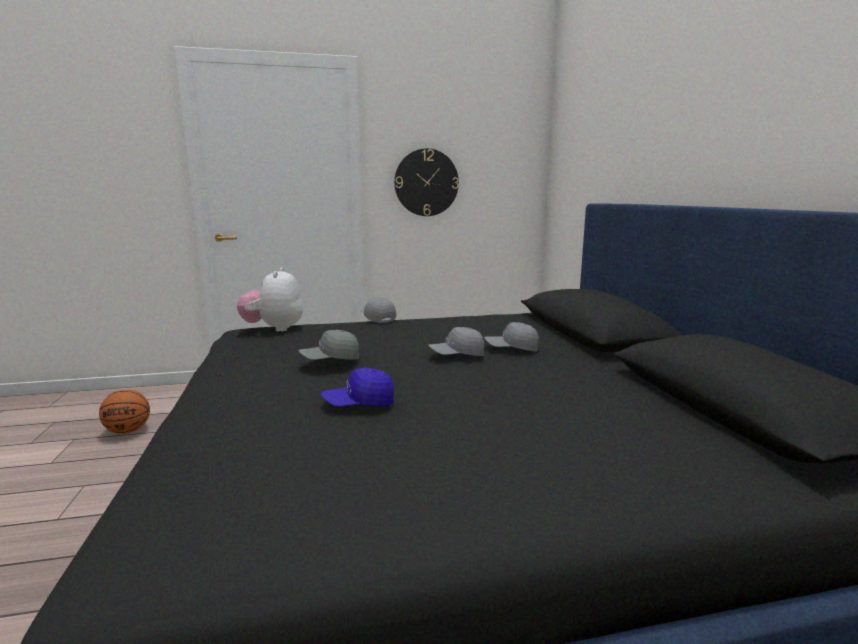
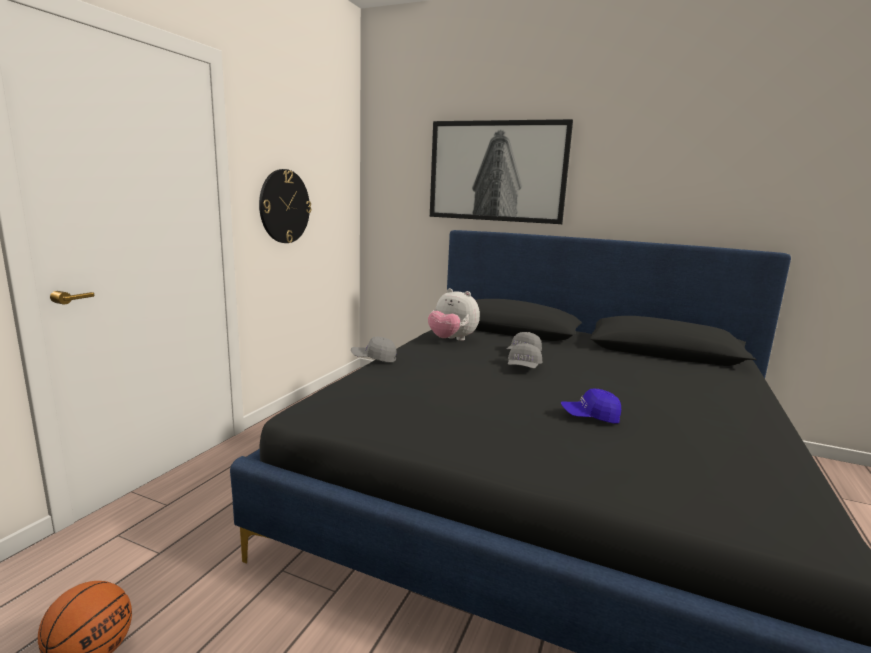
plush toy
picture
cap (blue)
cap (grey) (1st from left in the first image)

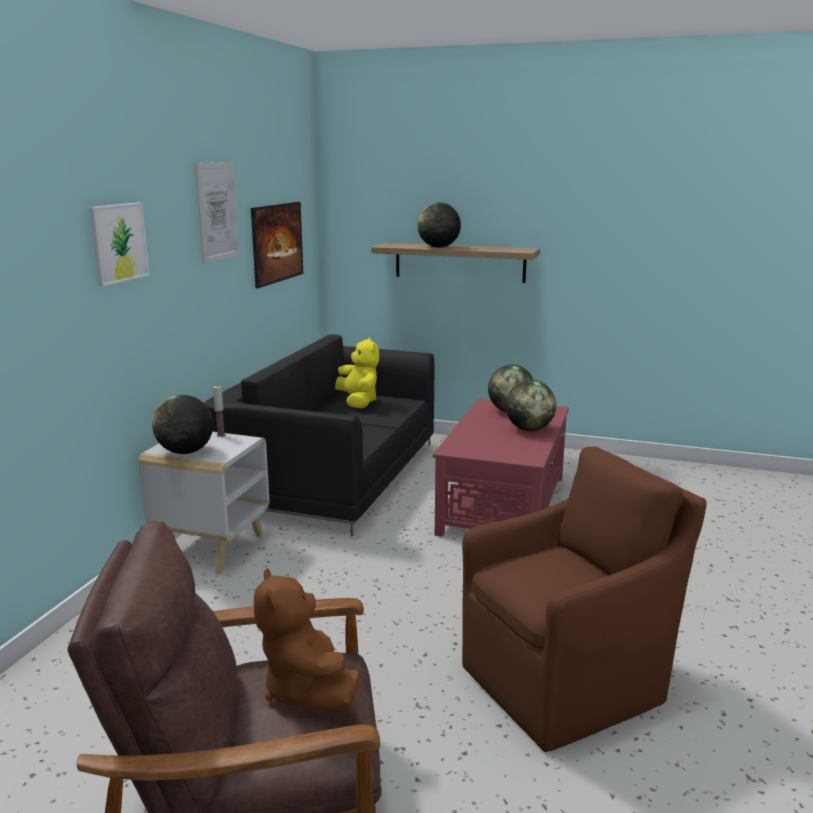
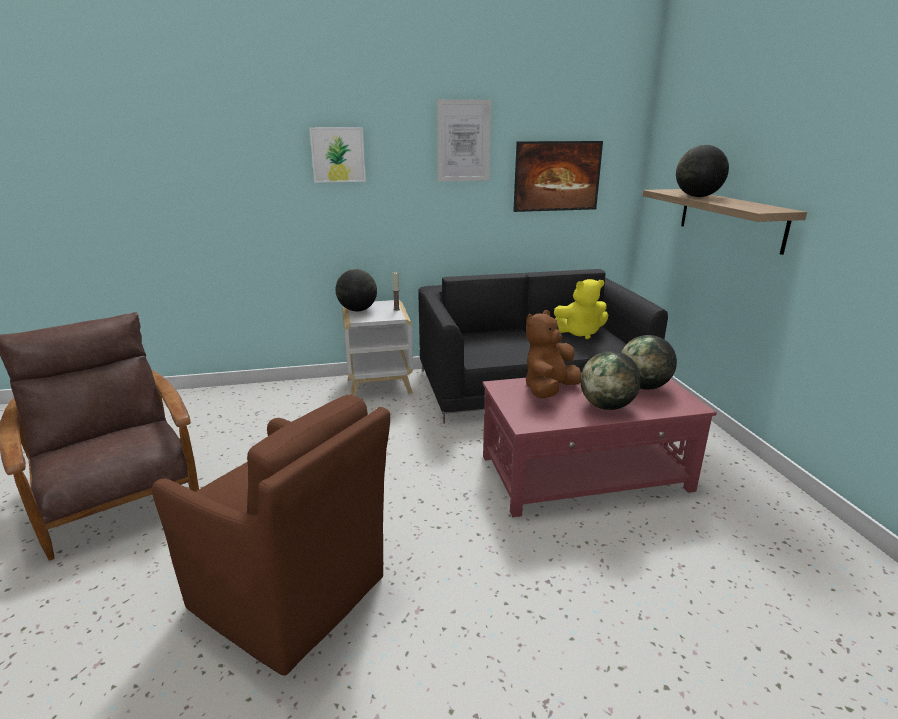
plush toy (brown)
plush toy (yellow)

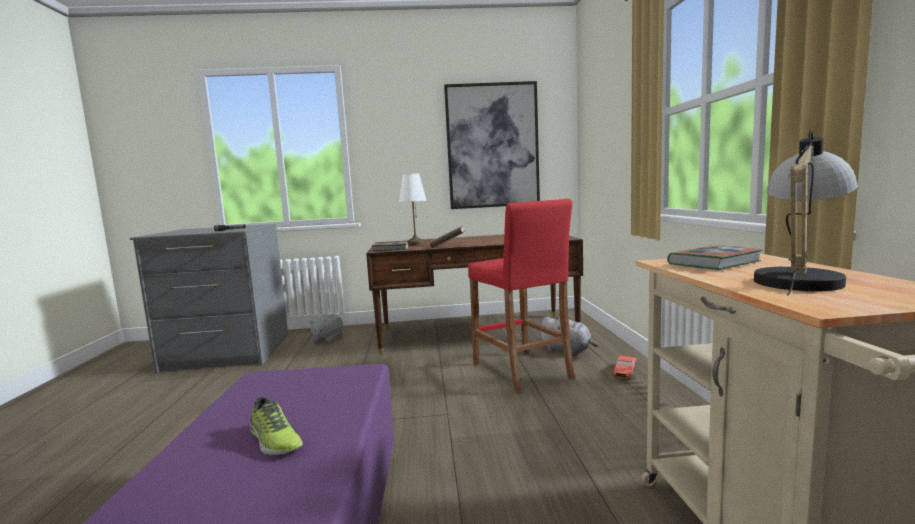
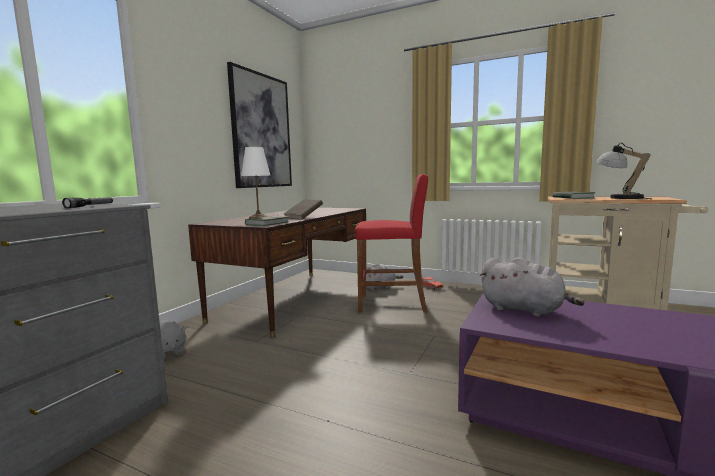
plush toy (grey) (3rd from left)
shoe

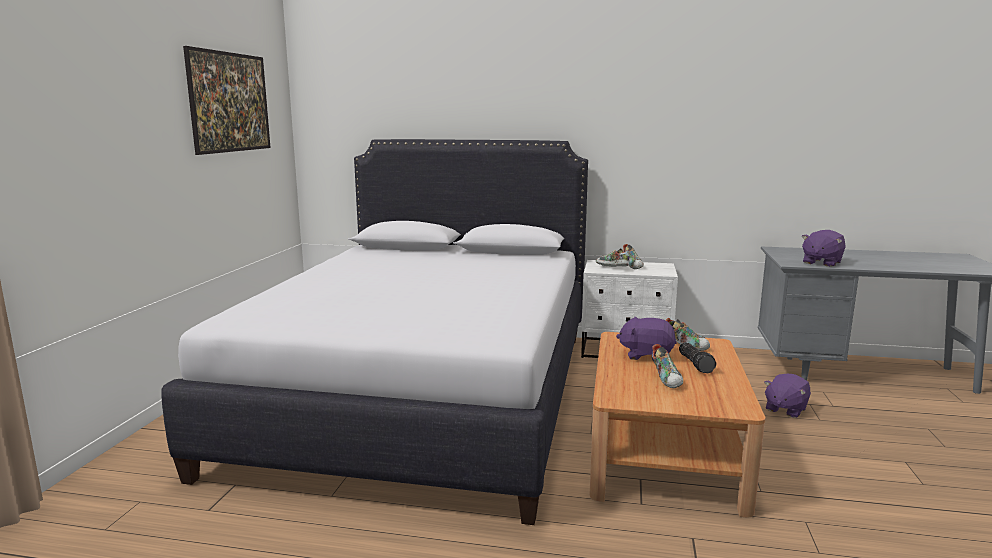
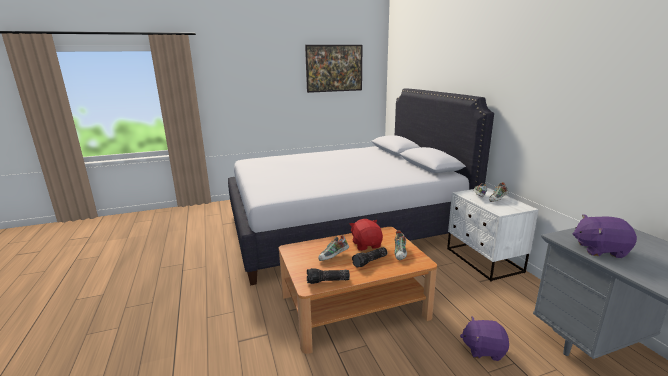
flashlight (1st from left)
plush toy (red)

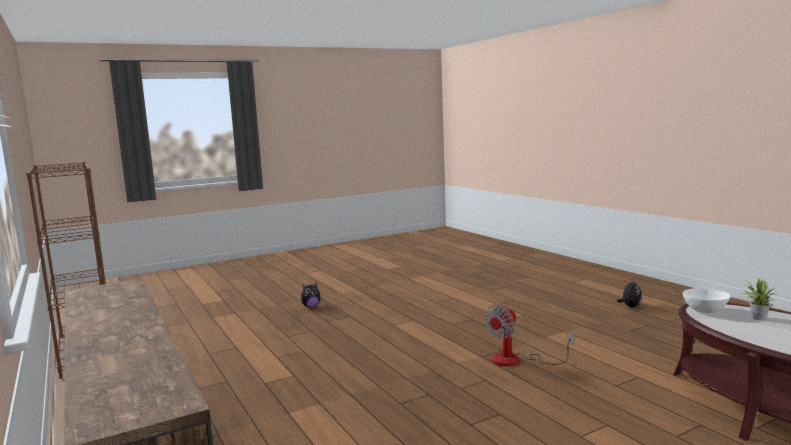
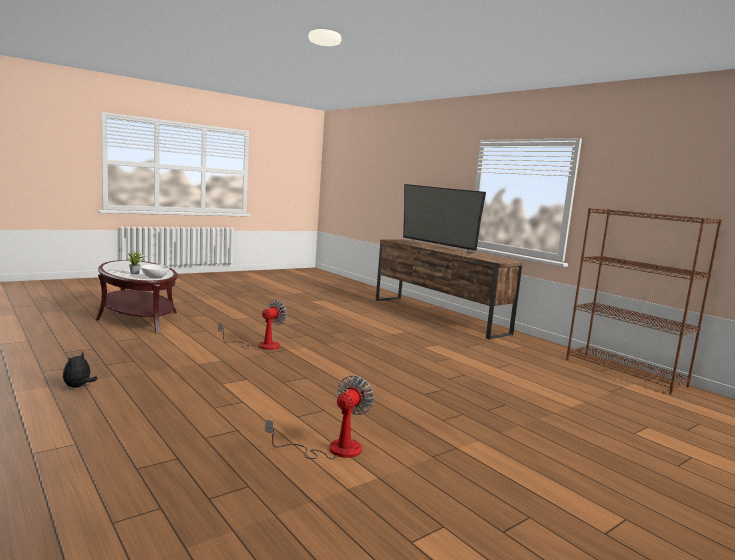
fan (2nd from left)
television
plush toy (1st from left in the first image)

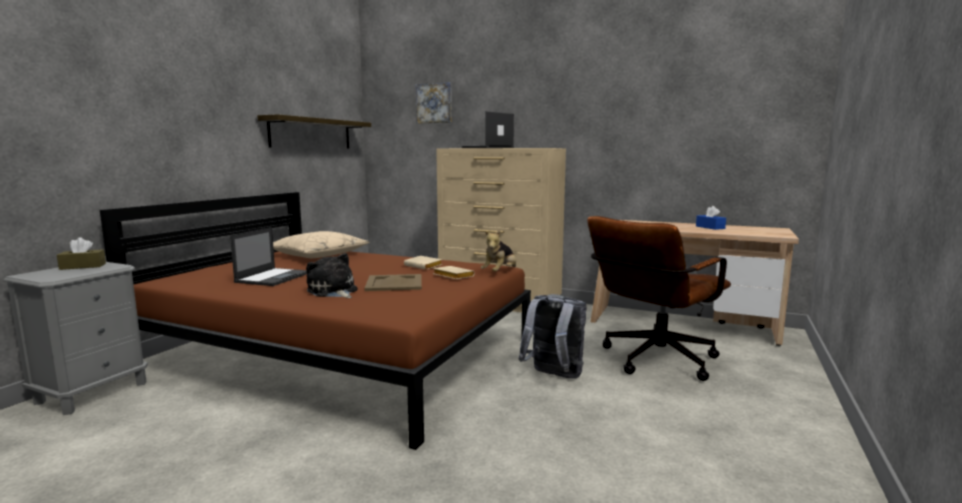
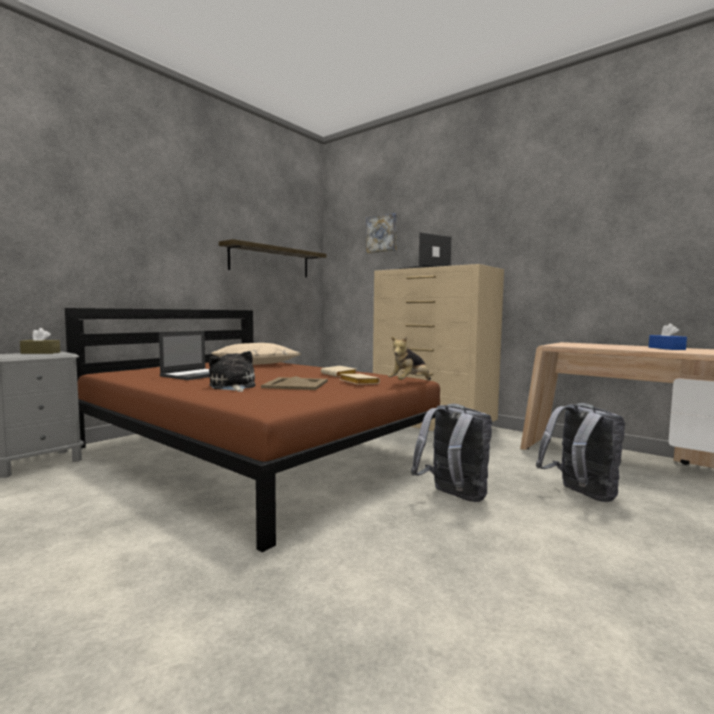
backpack (grey) (2nd from left)

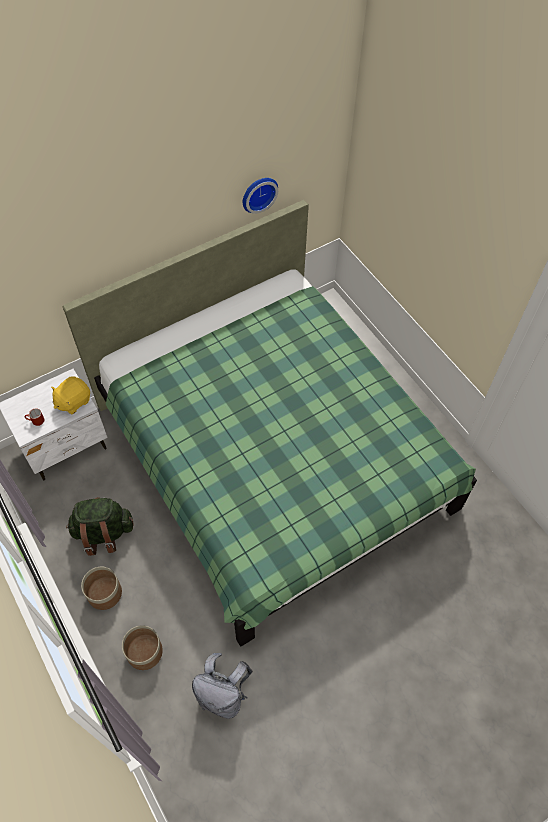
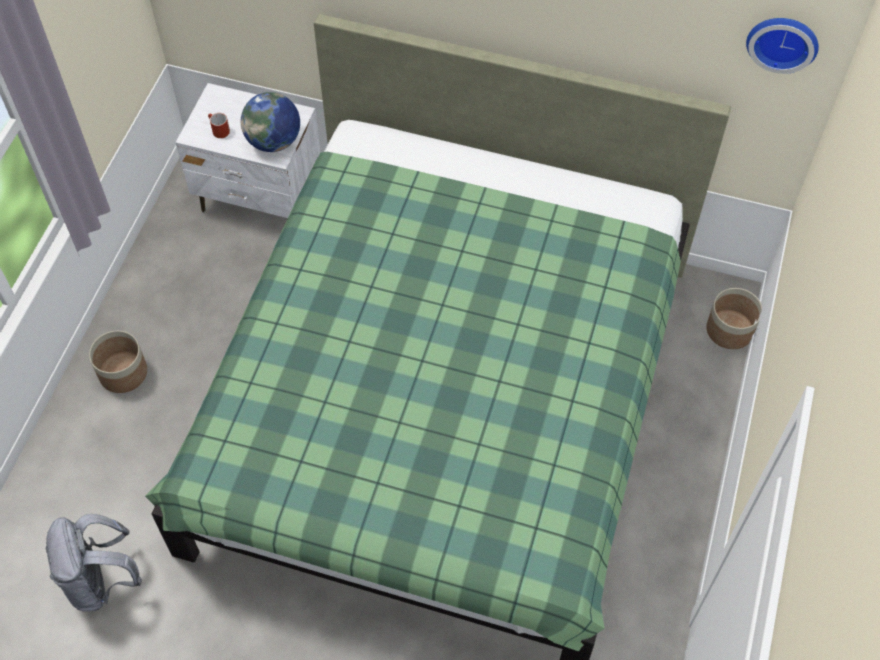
globe
planter (2nd from left)
wall clock
backpack (green)

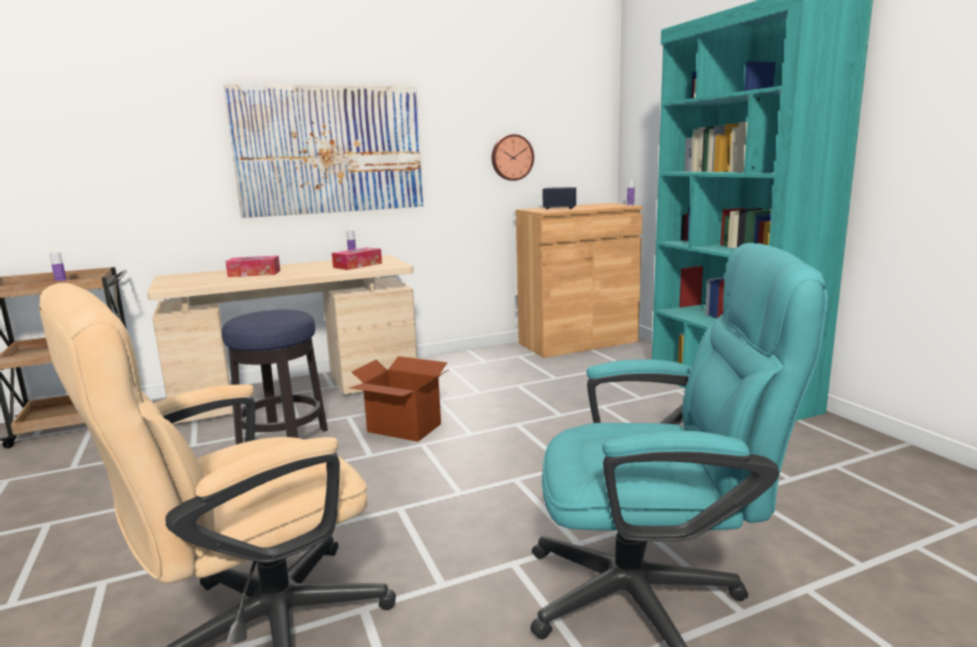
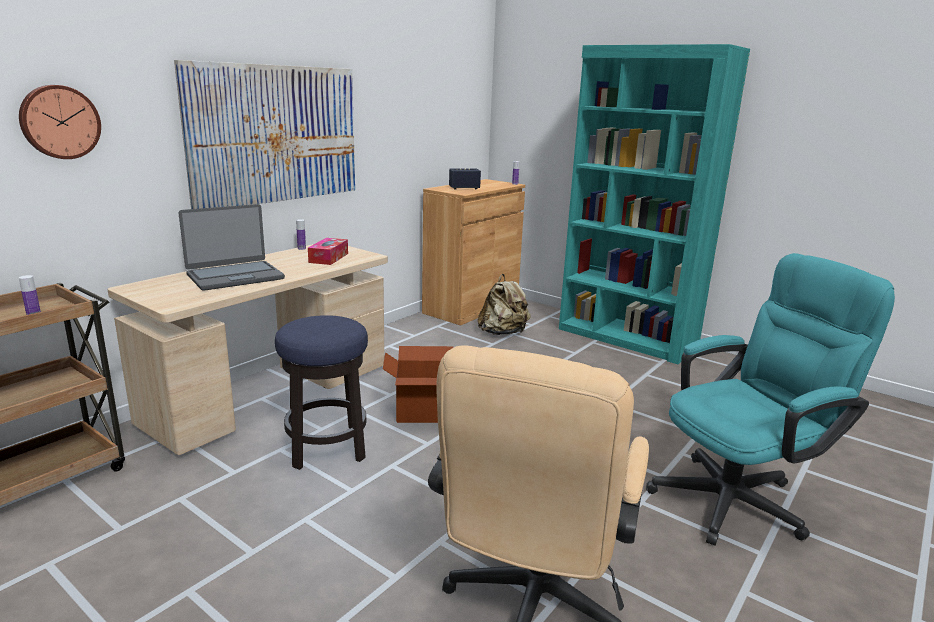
wall clock
laptop
backpack (beige)

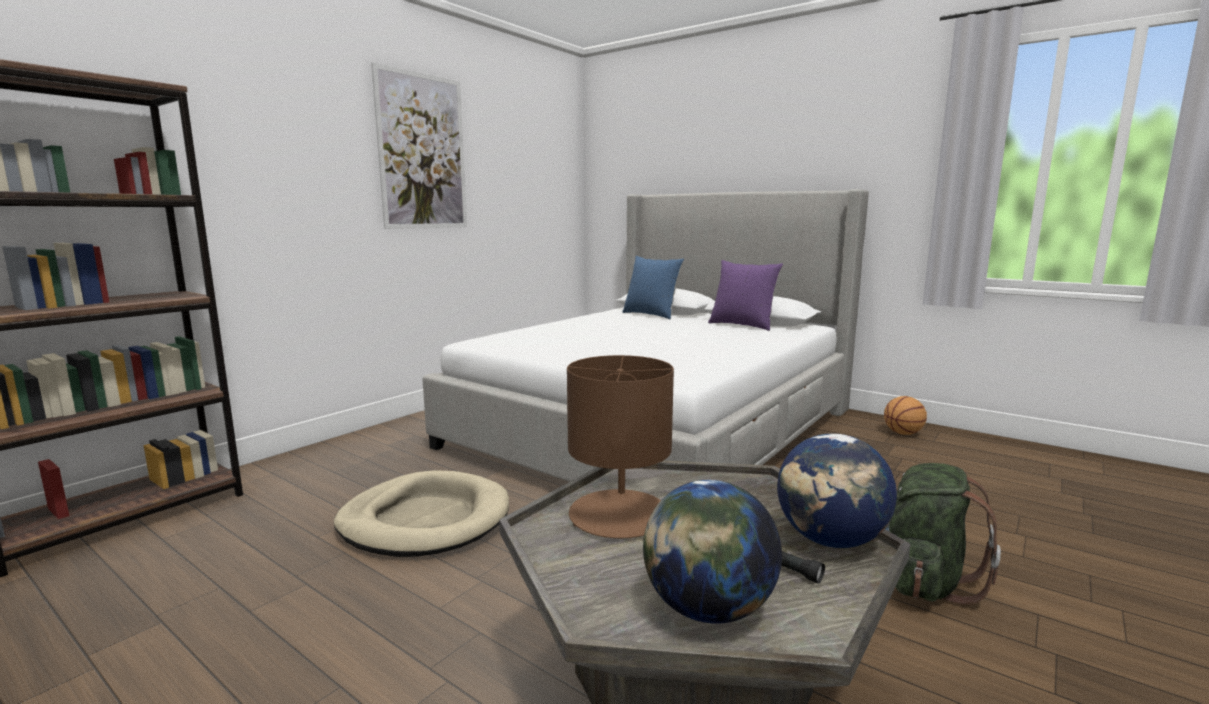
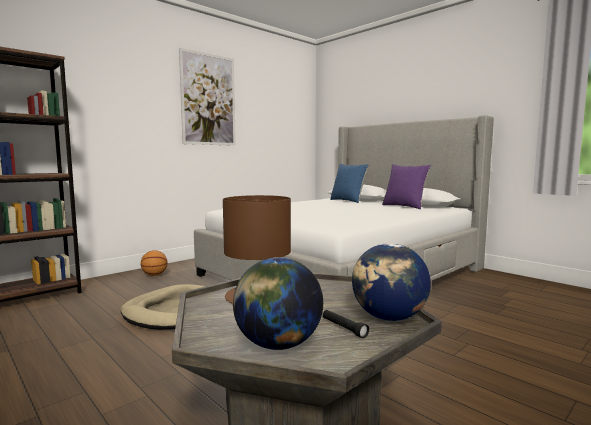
basketball
backpack (green)

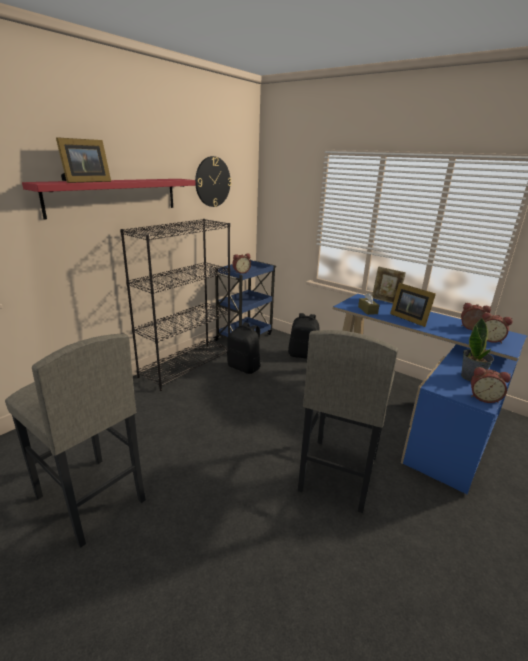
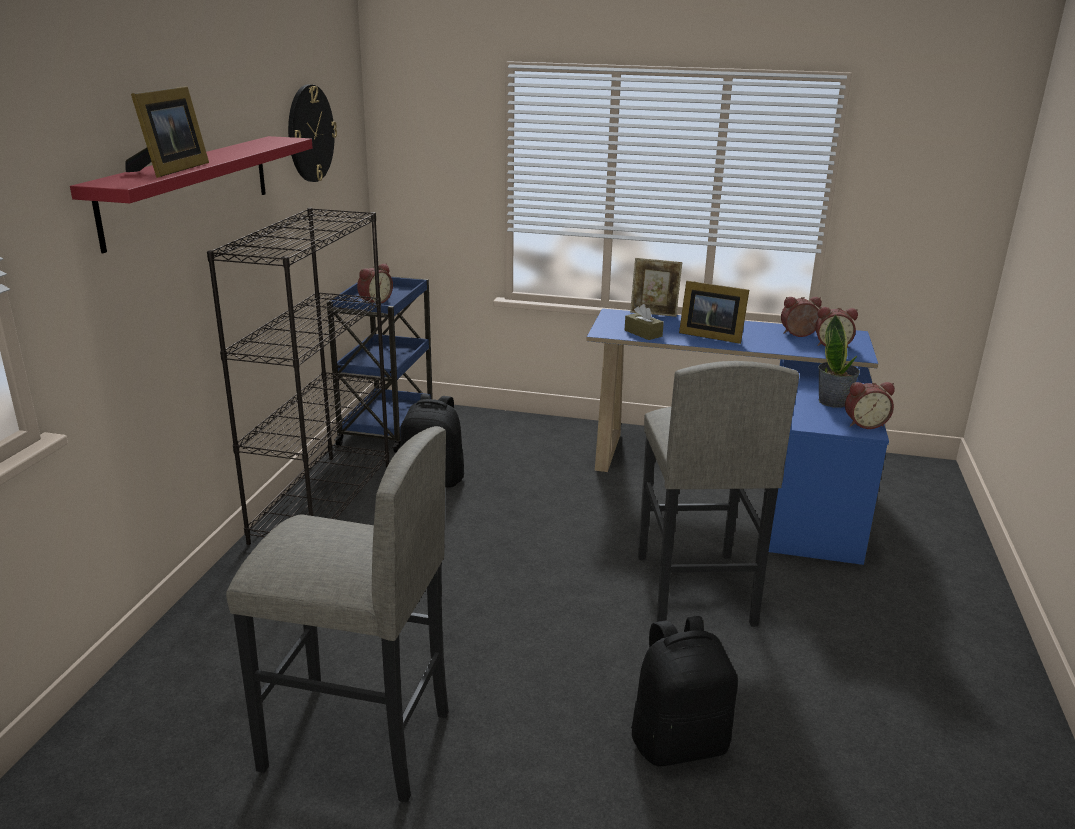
backpack (black) (2nd from left)

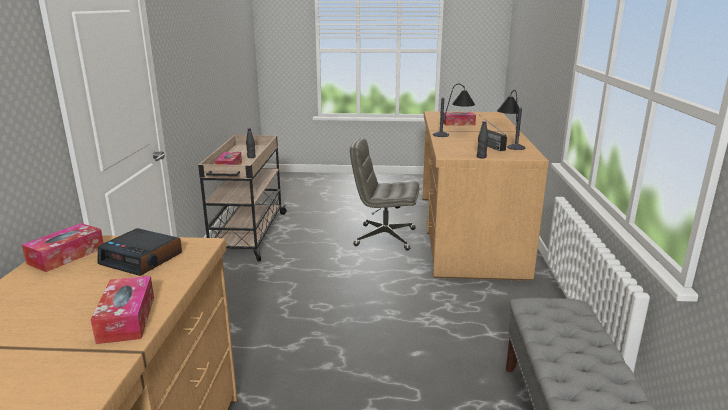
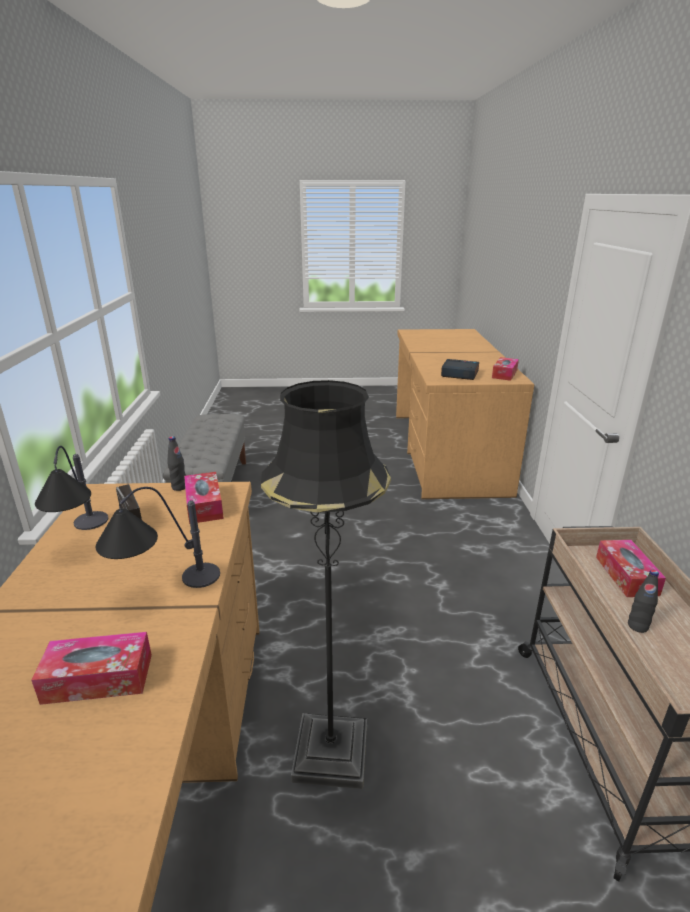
tissue box (2nd from left)
floor lamp (black)

